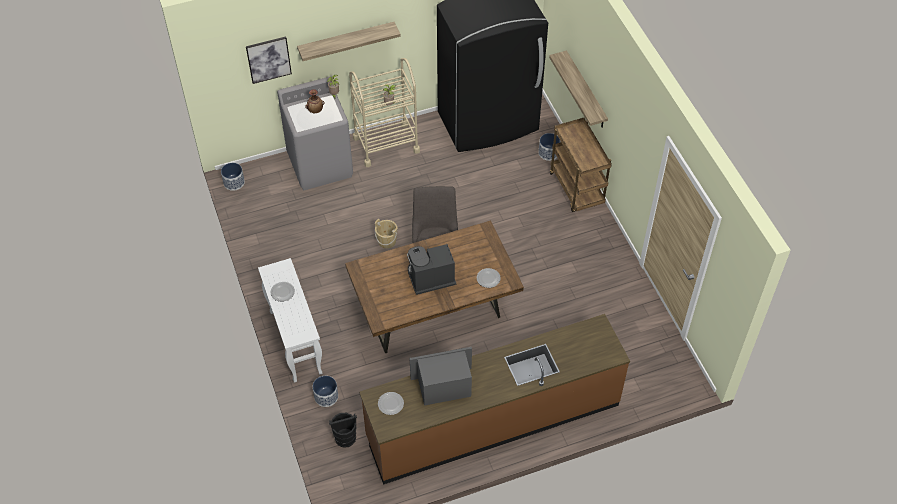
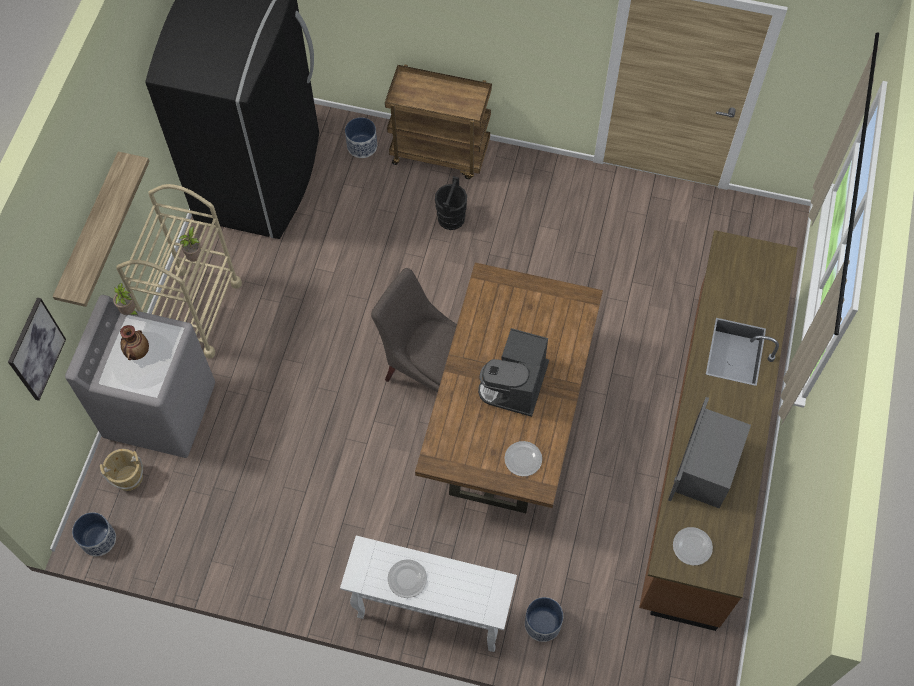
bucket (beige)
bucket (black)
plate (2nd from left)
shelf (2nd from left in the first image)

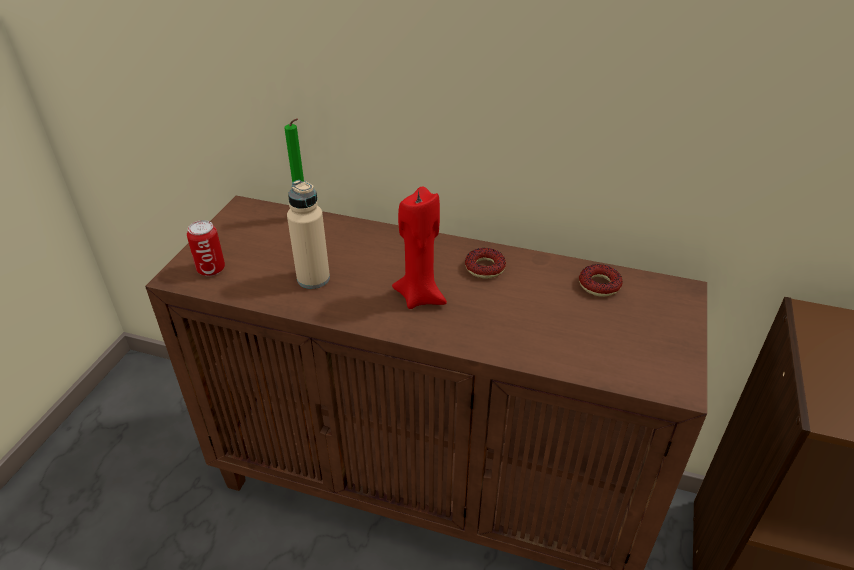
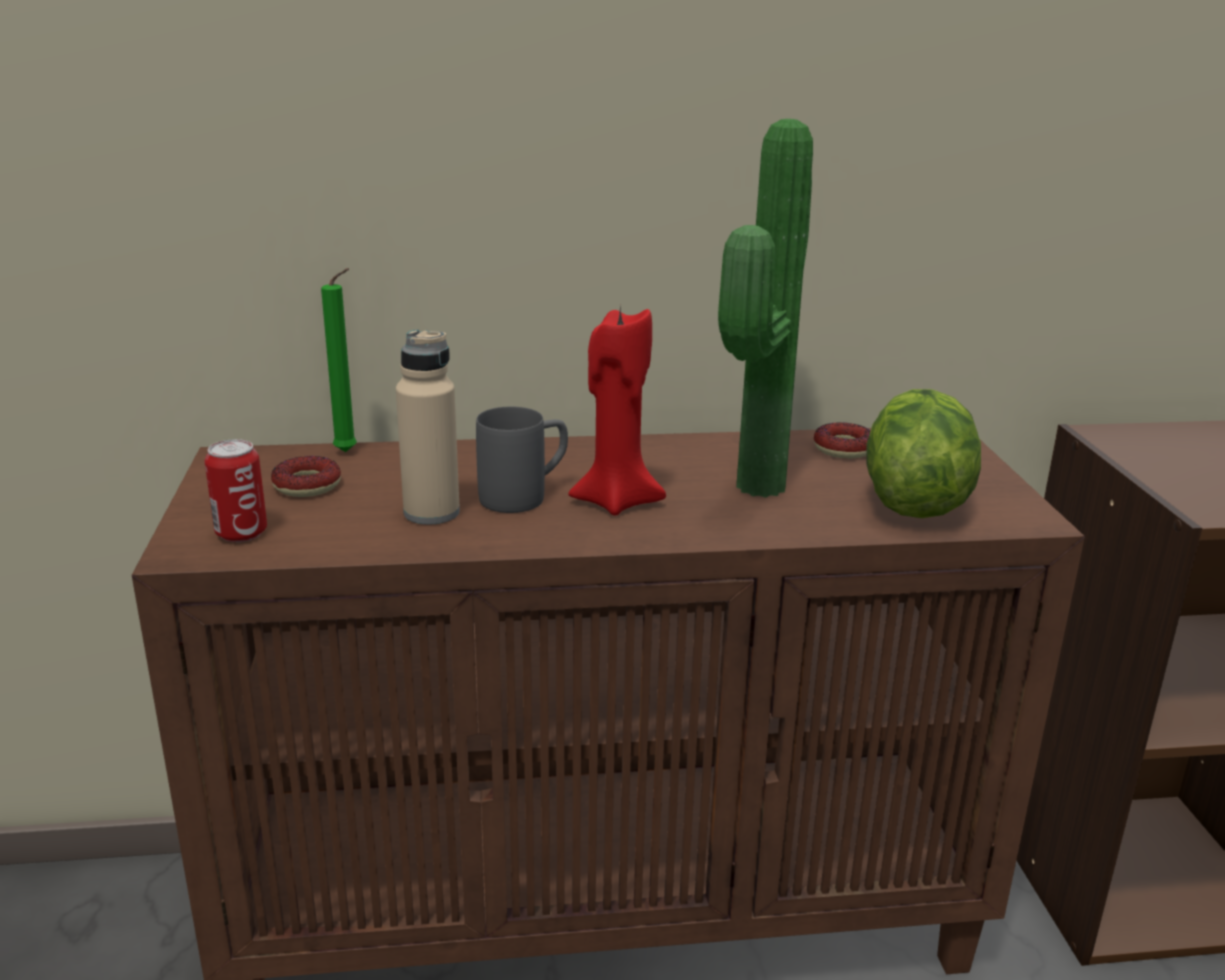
donut (1st from left)
mug (grey)
potted plant
lettuce

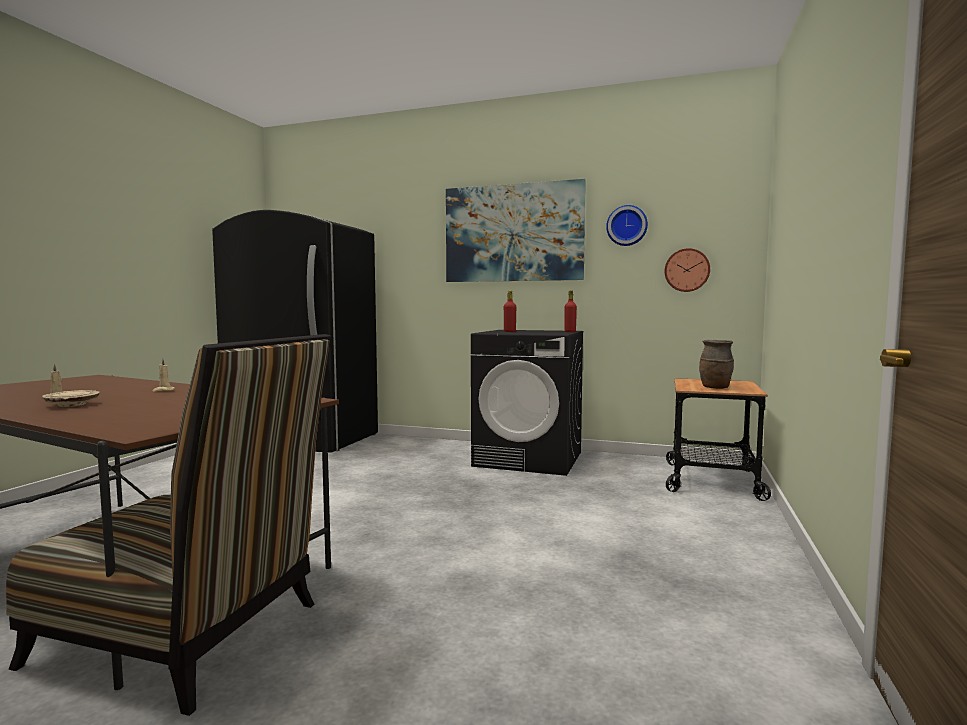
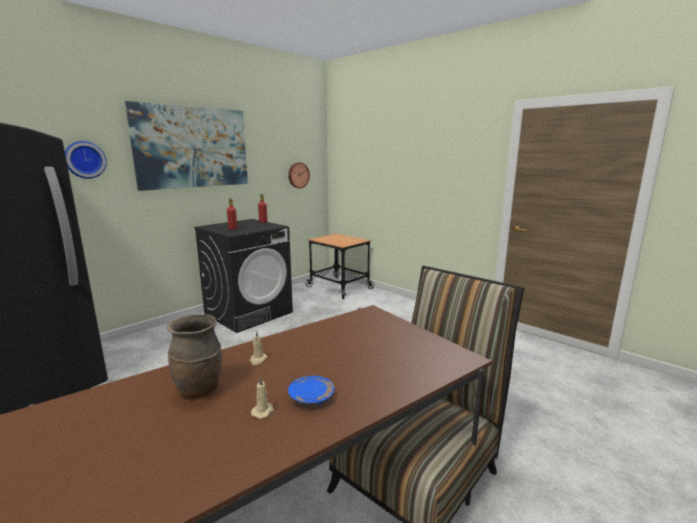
wall clock (1st from left)
vase (brown)
plate (blue)

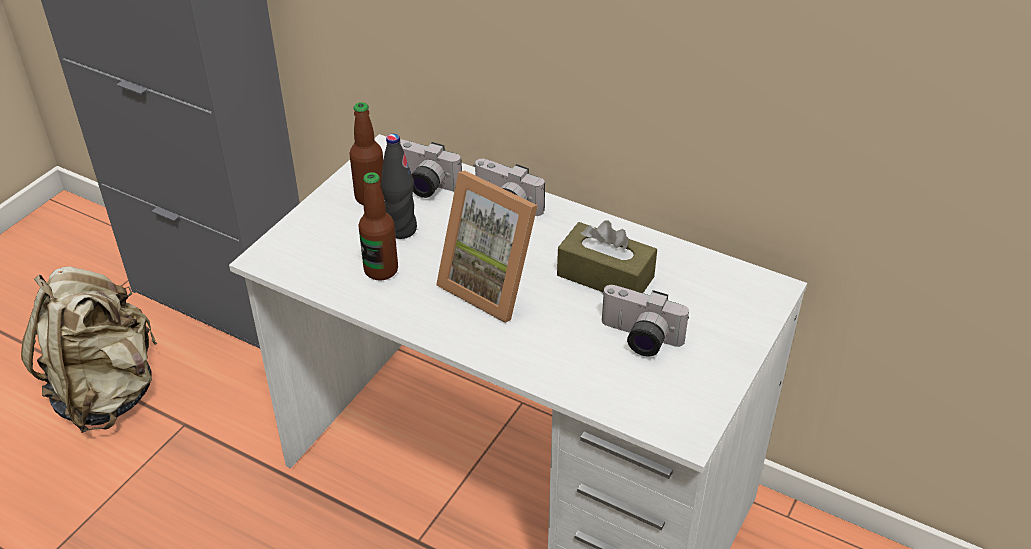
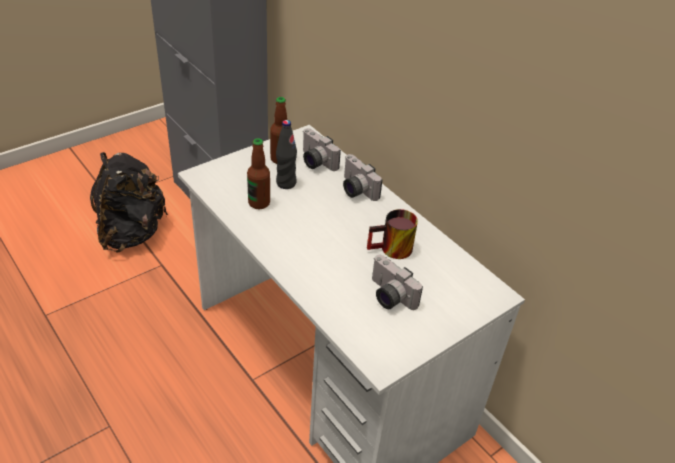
backpack (black)
mug
picture frame

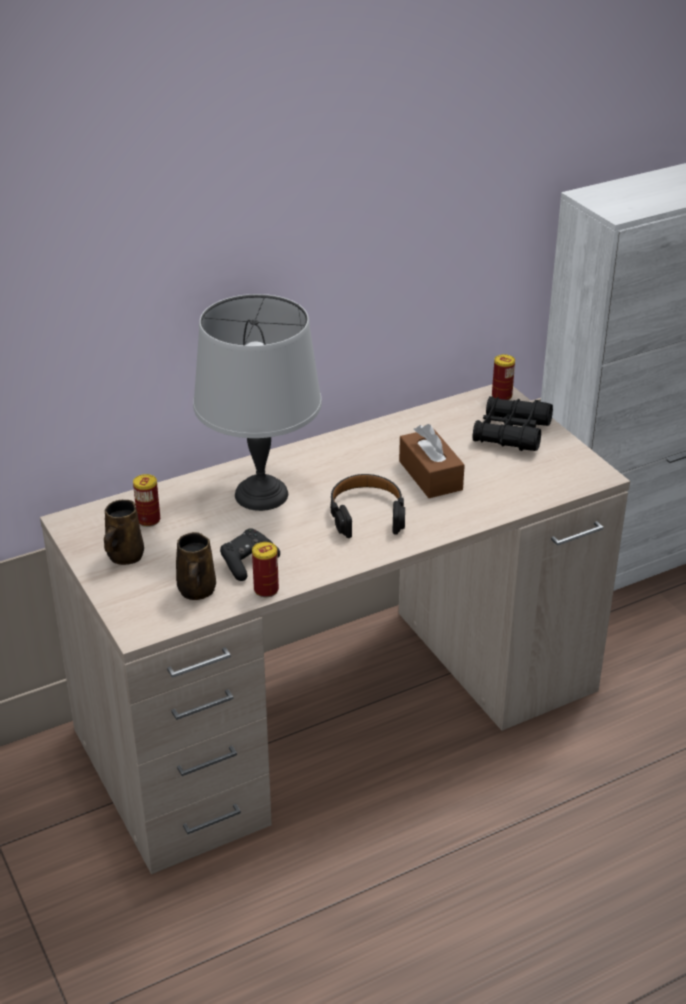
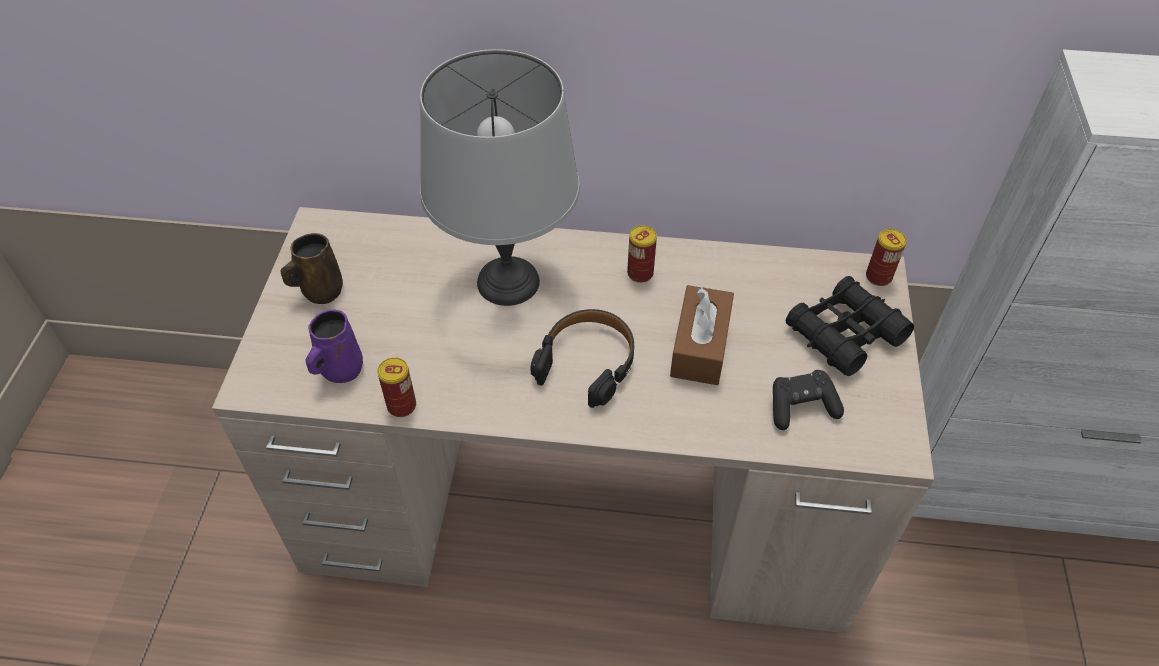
mug (purple)
can (2nd from left)
game controller (black)

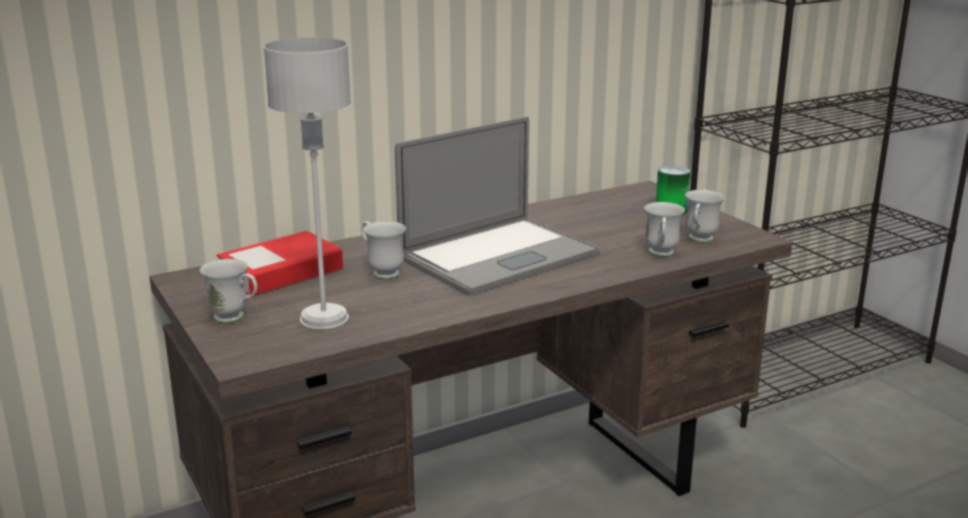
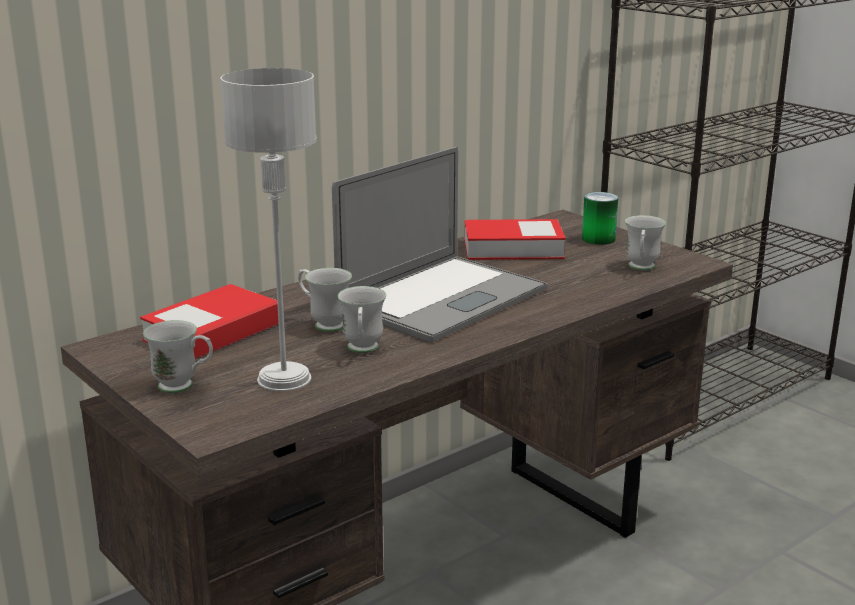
mug (white) (3rd from left)
book (2nd from left)

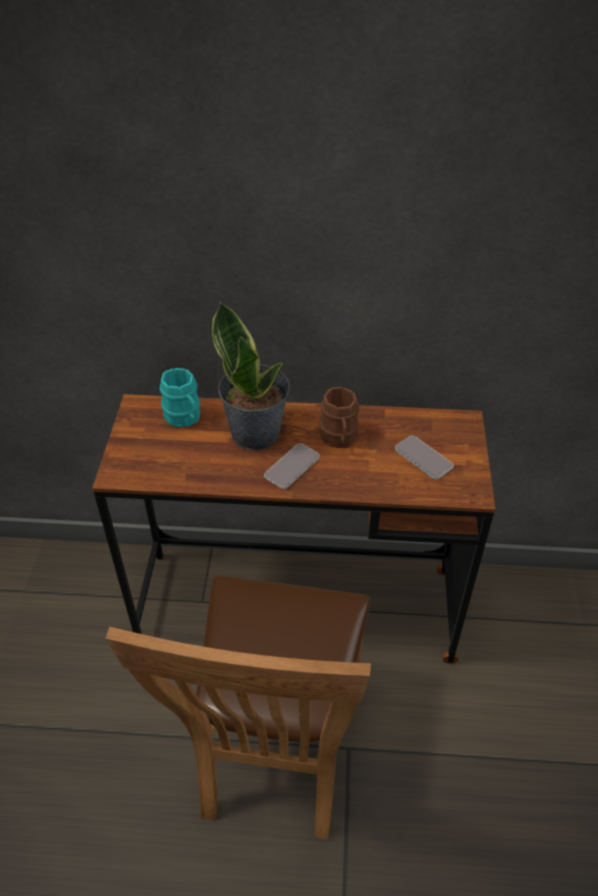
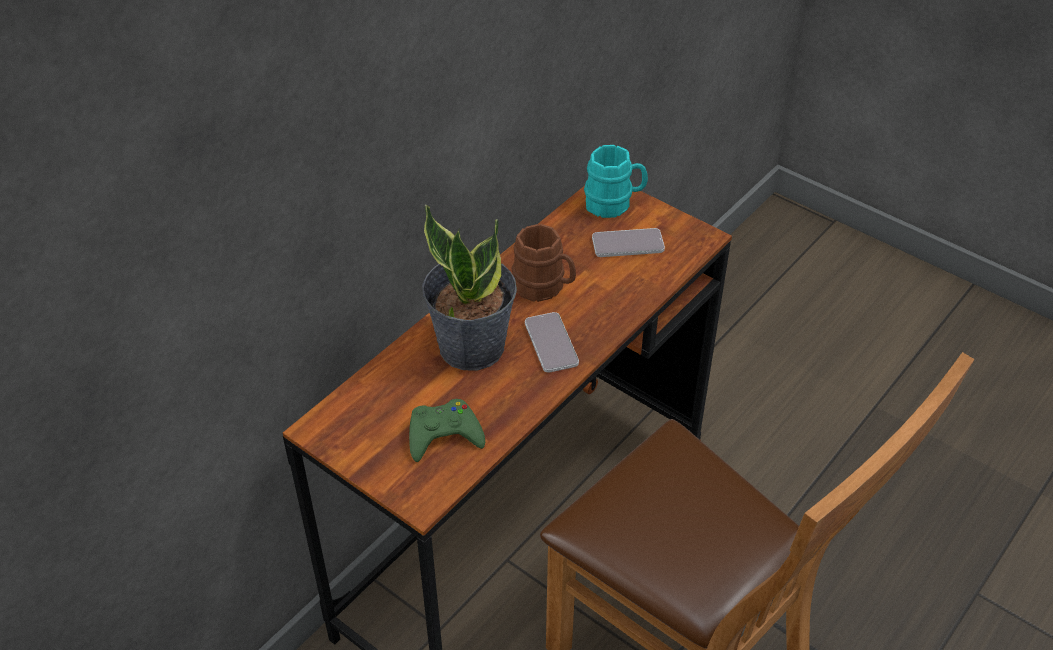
game controller (green)
mug (turquoise)

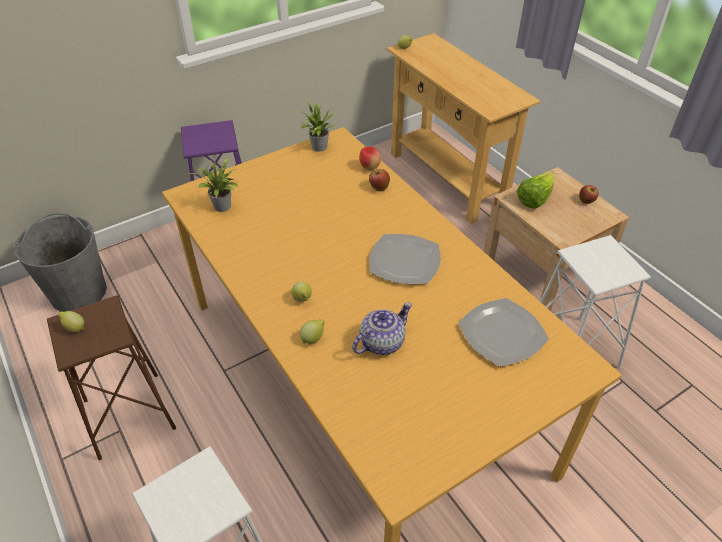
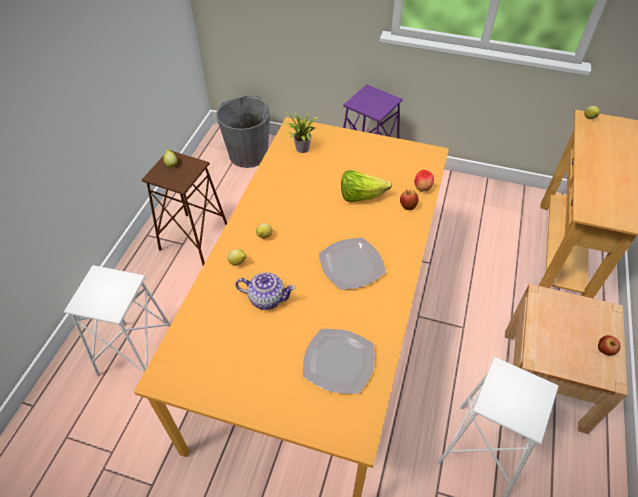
lettuce
potted plant (2nd from left in the first image)

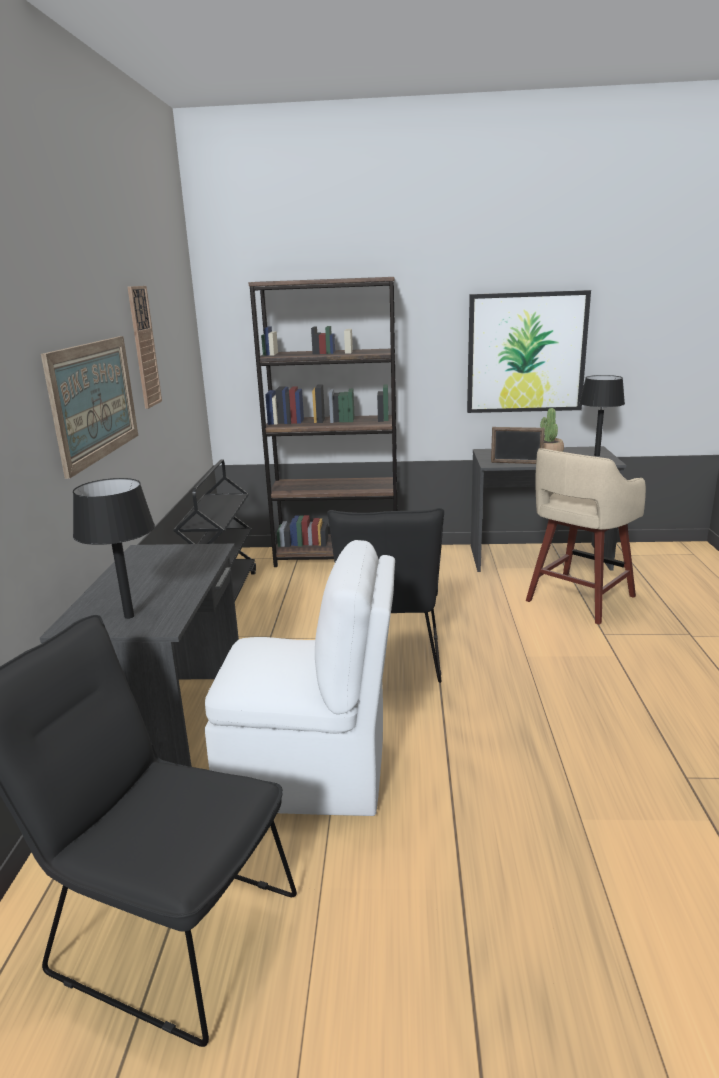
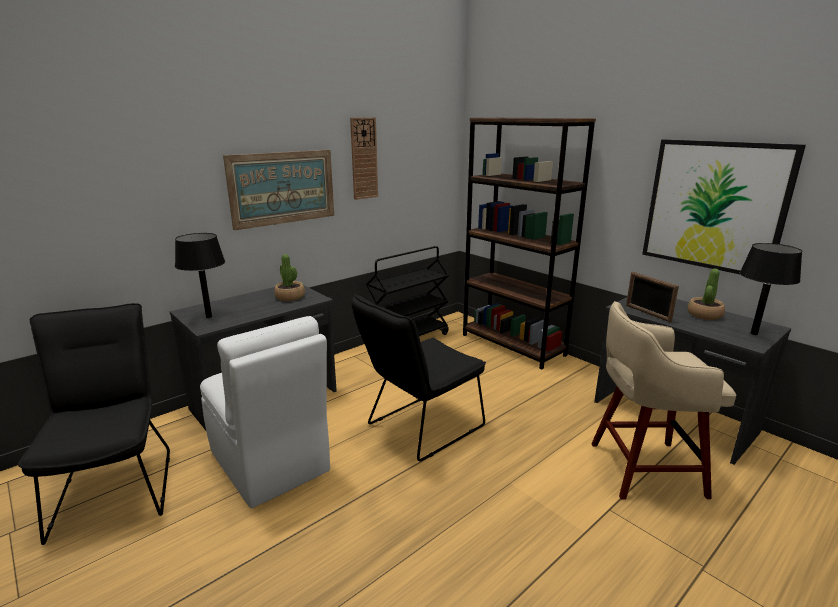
potted plant (1st from left)

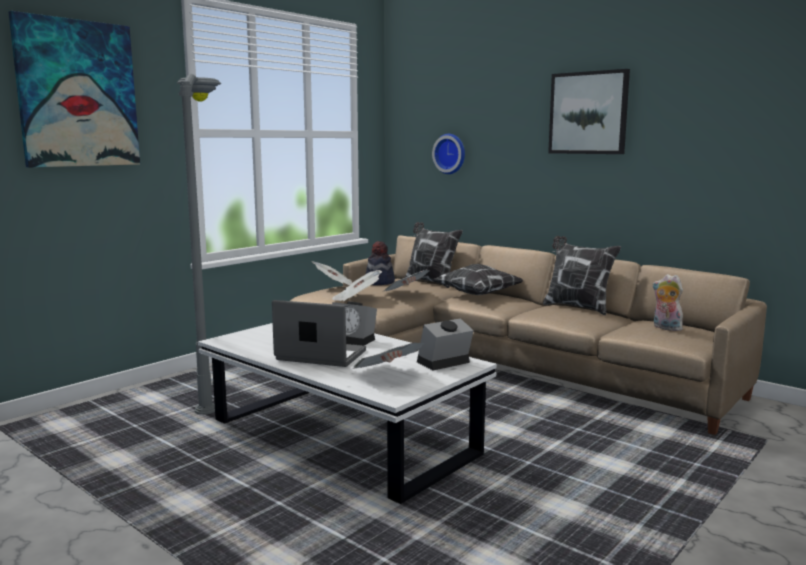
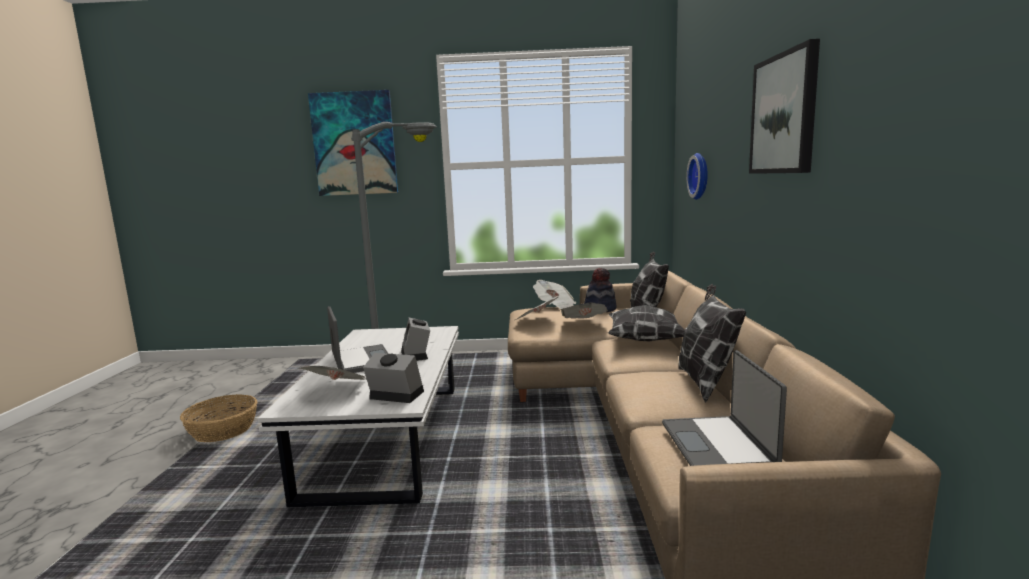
basket
laptop (2nd from left)

